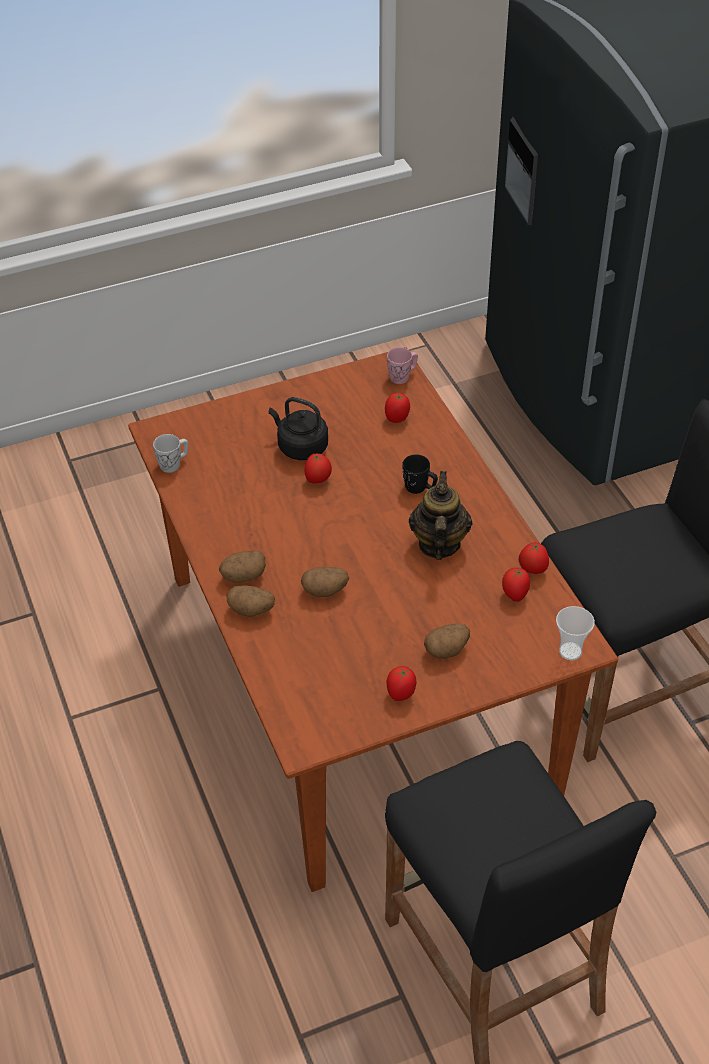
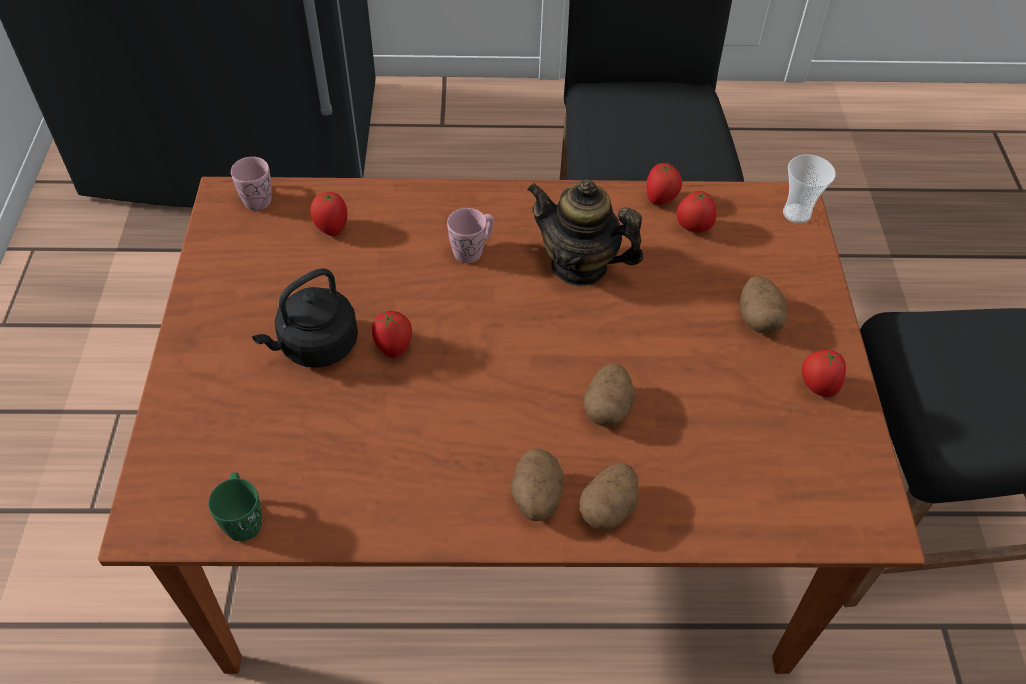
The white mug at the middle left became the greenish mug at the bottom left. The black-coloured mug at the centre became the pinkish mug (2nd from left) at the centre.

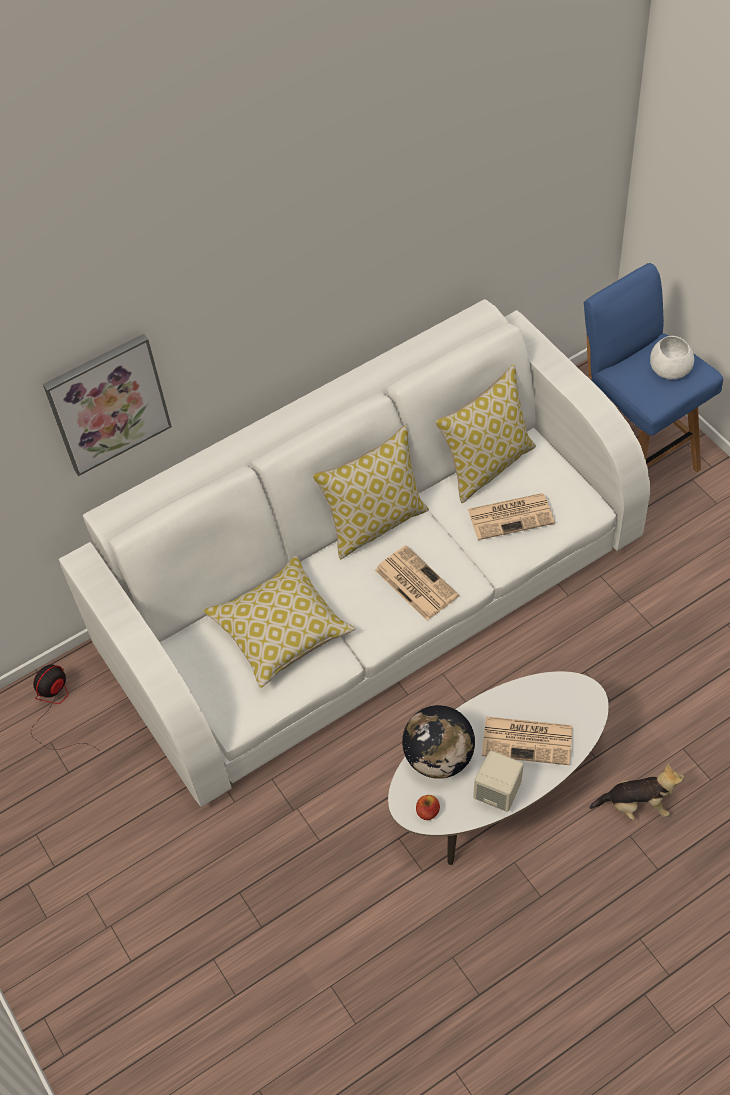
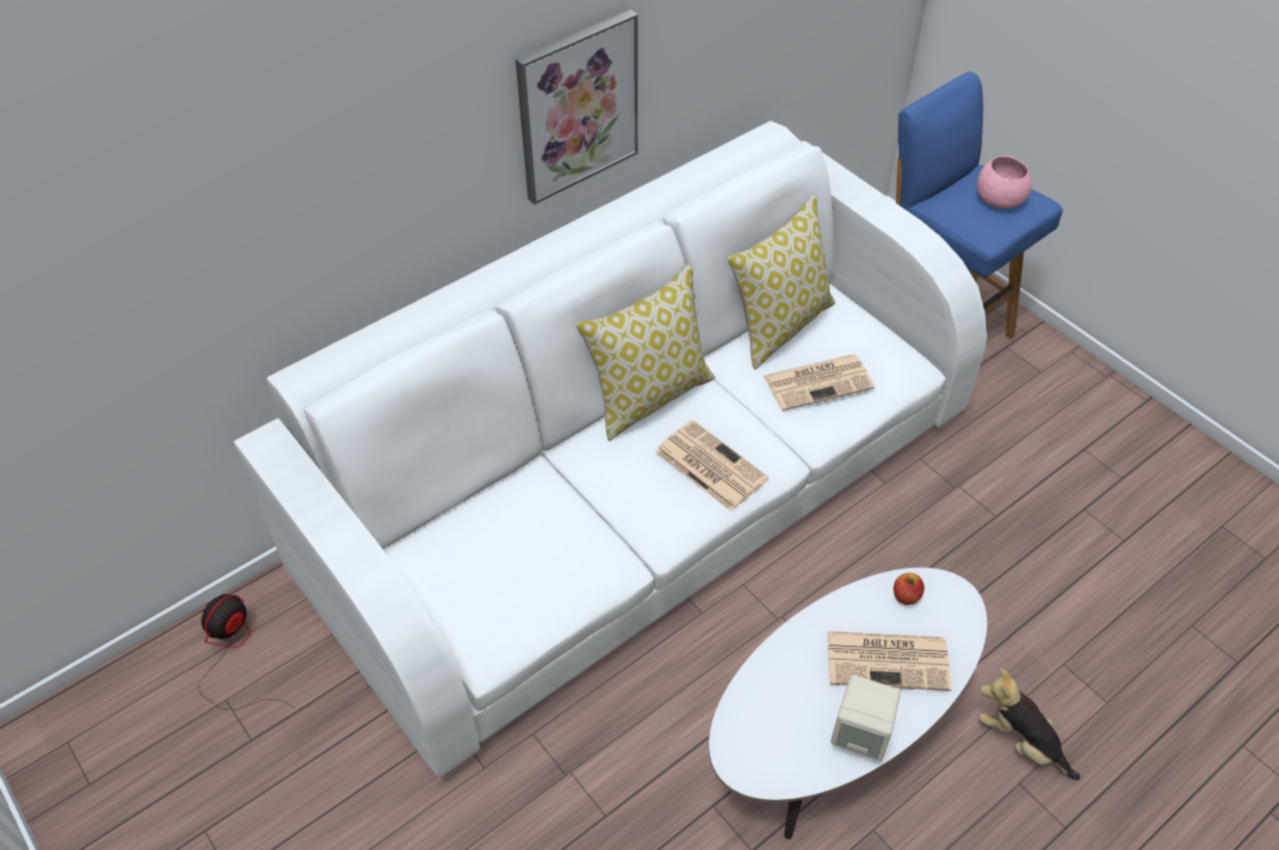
The throw pillow (1st from left) at the centre disappeared. The globe at the bottom centre disappeared. The picture moved from the middle left to the top centre. The apple fruit moved from the bottom centre to the bottom right. The white serving bowl at the top right became the pinkish serving bowl at the top right. The plush toy at the bottom right turned 135 degrees counterclockwise.

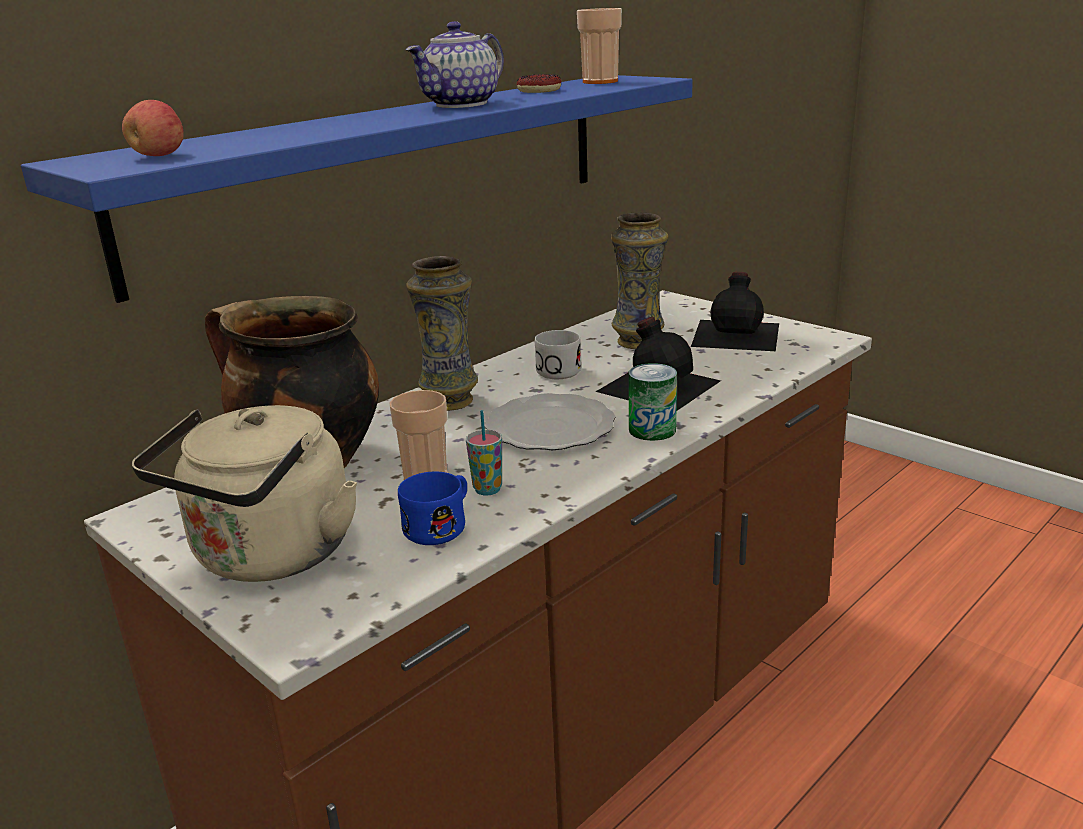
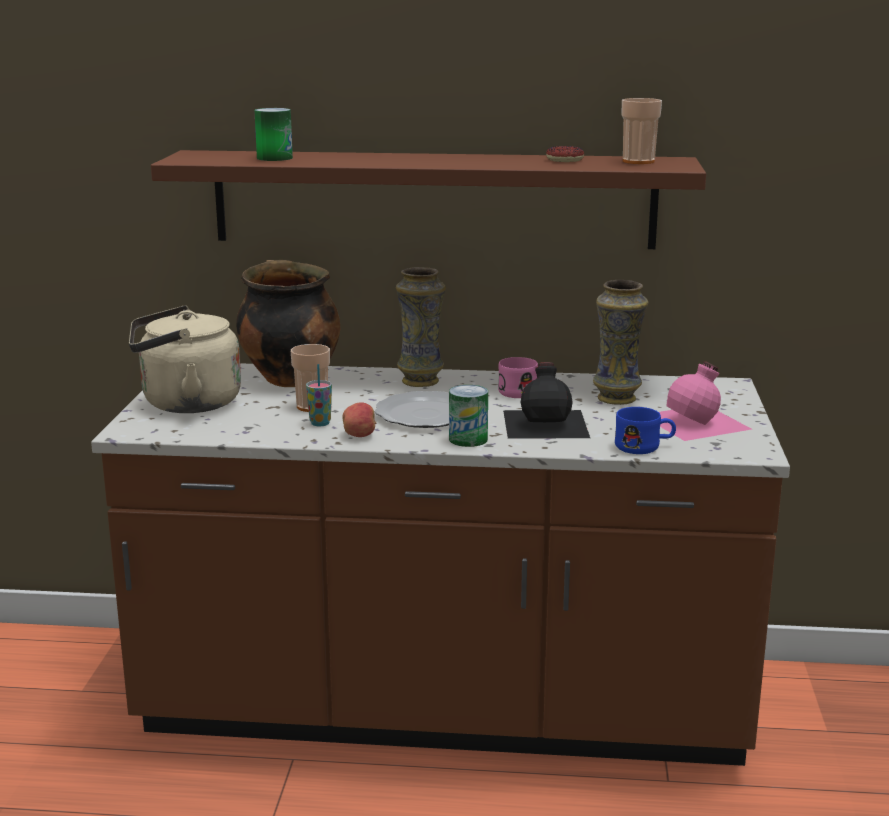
The teapot at the top centre disappeared. The can (1st from left) at the top left appeared. The apple fruit moved from the top left to the centre. The blue-coloured mug moved from the centre to the middle right. The blue-coloured shelf at the top left became the brownish shelf at the top centre. The white mug at the centre became the pinkish mug at the centre. The black-coloured beverage bottle (2nd from left) at the middle right became the pinkish beverage bottle at the middle right.

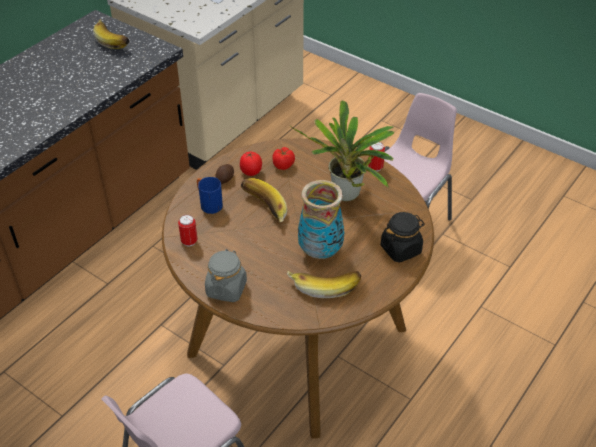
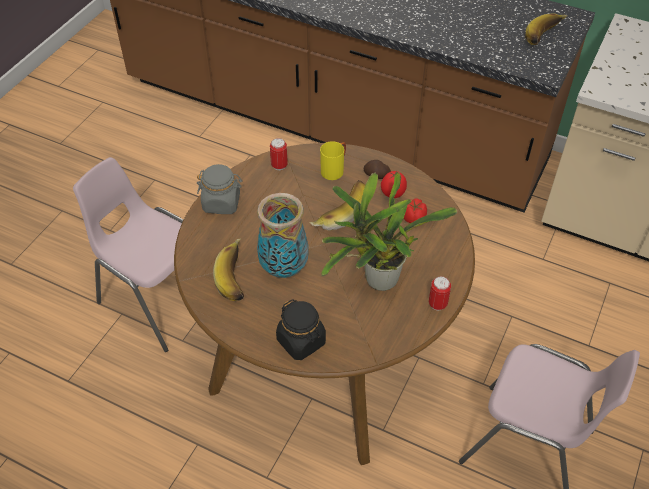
The blue-coloured mug at the centre became the yellow mug at the top centre.

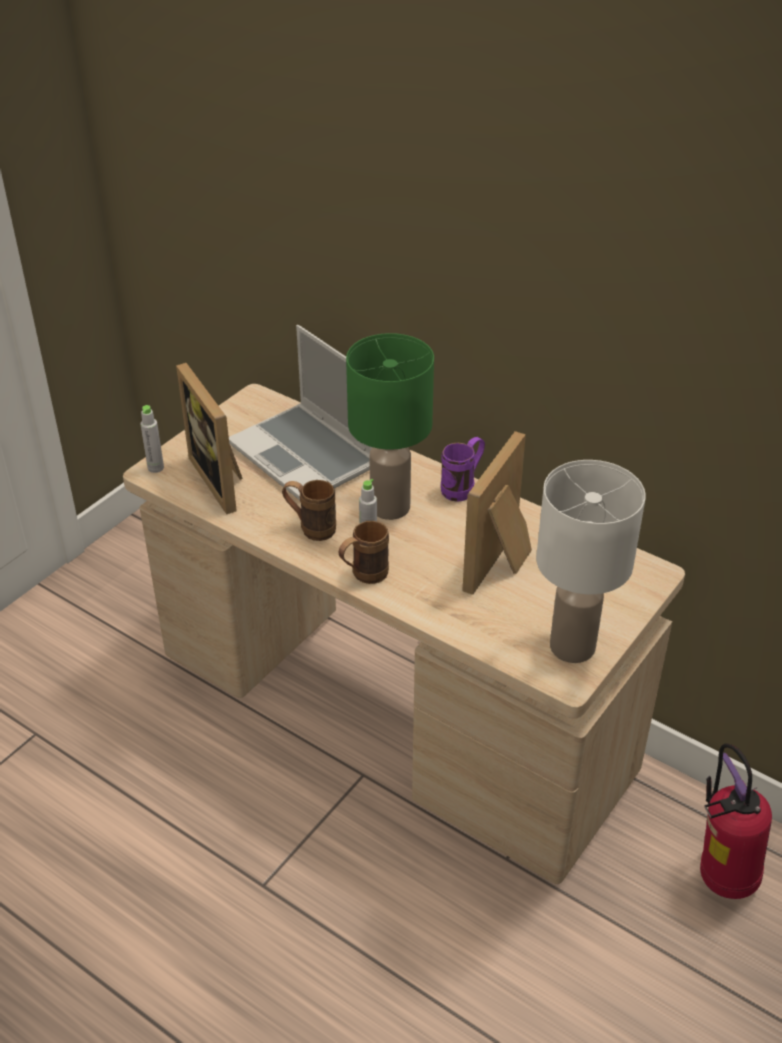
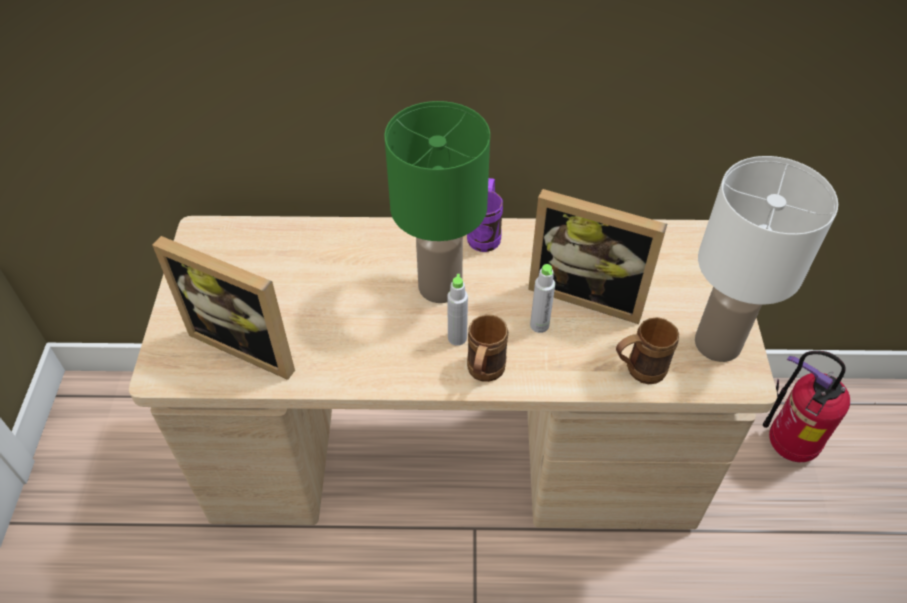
The laptop at the centre disappeared. The greyish beverage bottle (1st from left in the first image) moved from the middle left to the centre. The brownish mug (1st from left in the first image) moved from the centre to the middle right. The standing frame (2nd from left) at the centre turned 60 degrees counterclockwise.

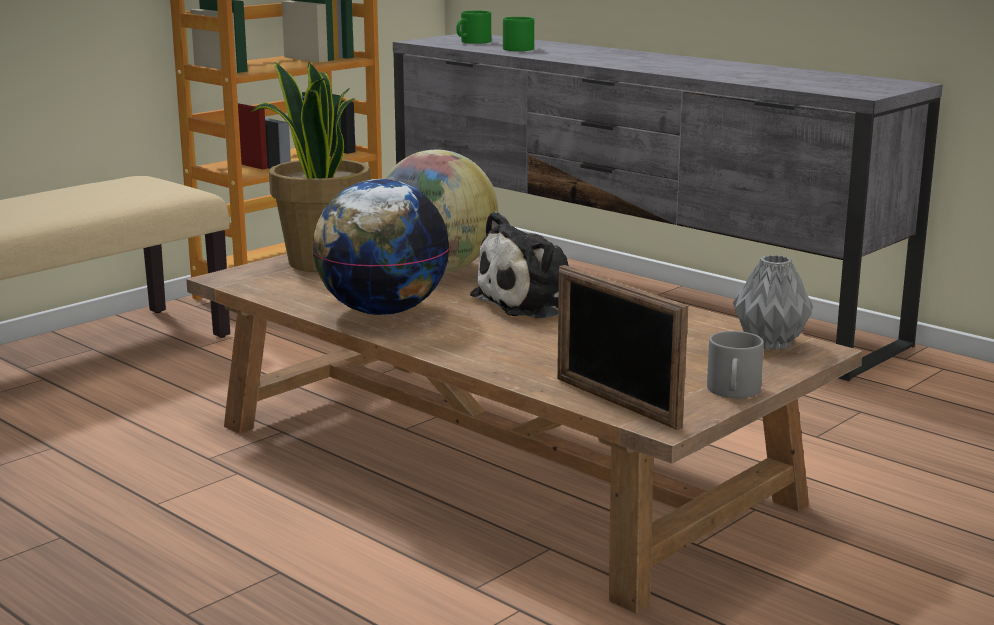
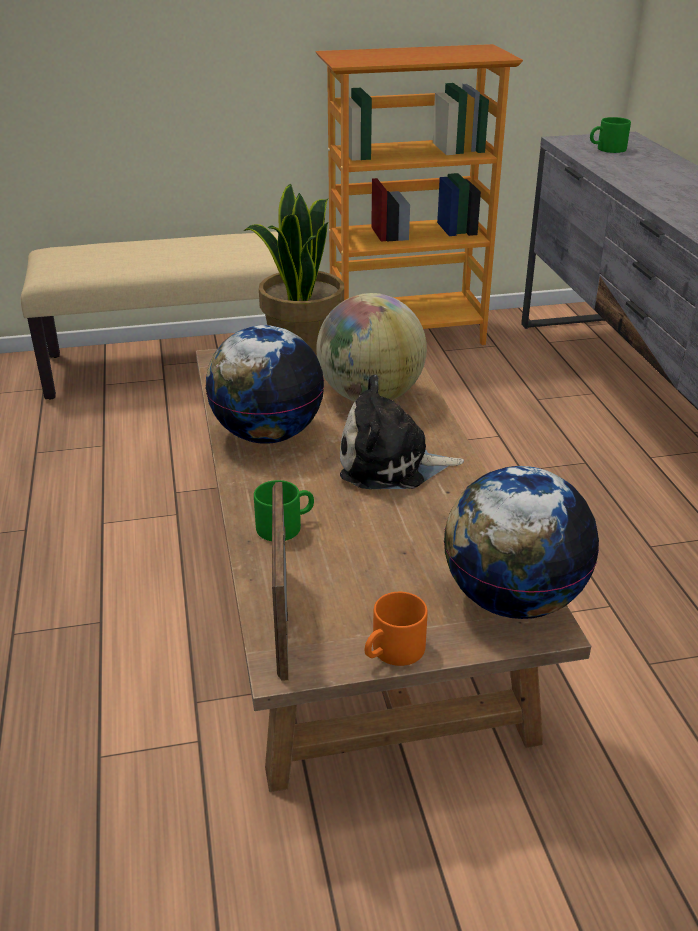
The greenish mug (2nd from left in the first image) moved from the top centre to the centre. The greyish vase at the middle right was replaced by the globe (3rd from left) at the middle right. The greyish mug at the middle right became the orange mug at the bottom centre.

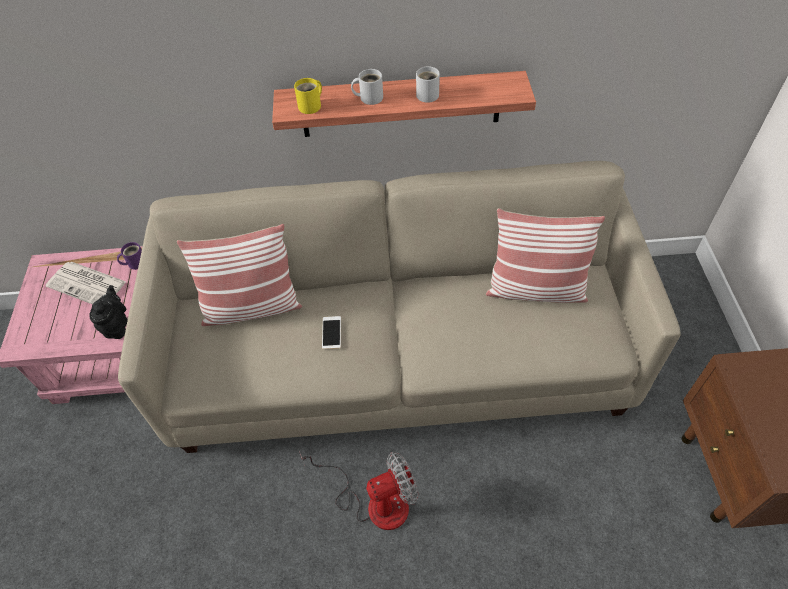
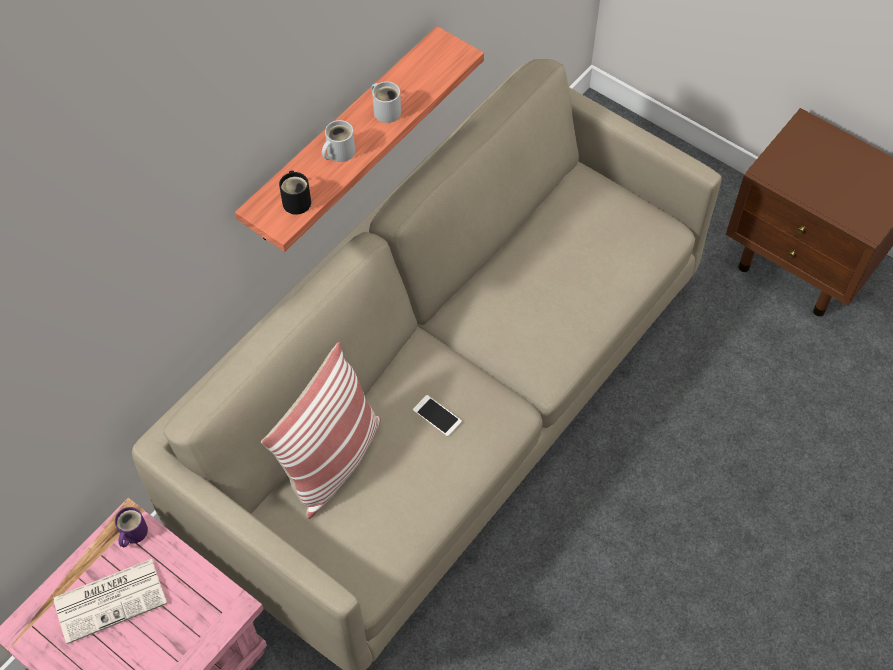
The black-coloured teapot at the middle left disappeared. The cooling fan at the bottom centre disappeared. The throw pillow (2nd from left) at the middle right disappeared. The yellow mug at the top centre became the black-coloured mug at the top left.

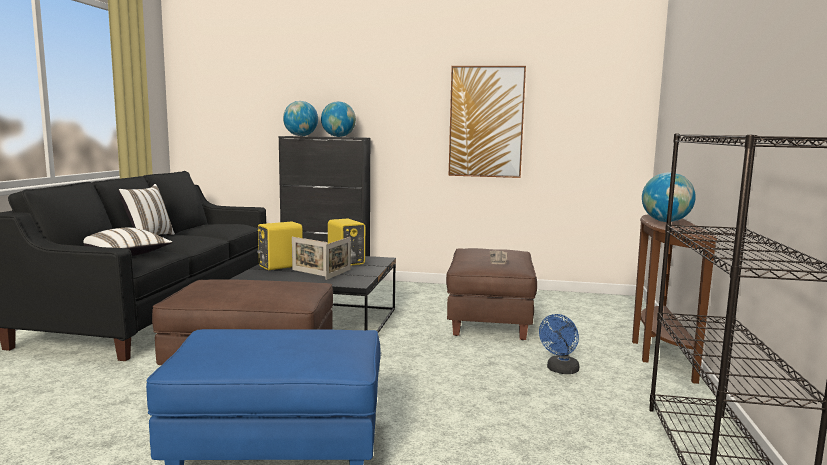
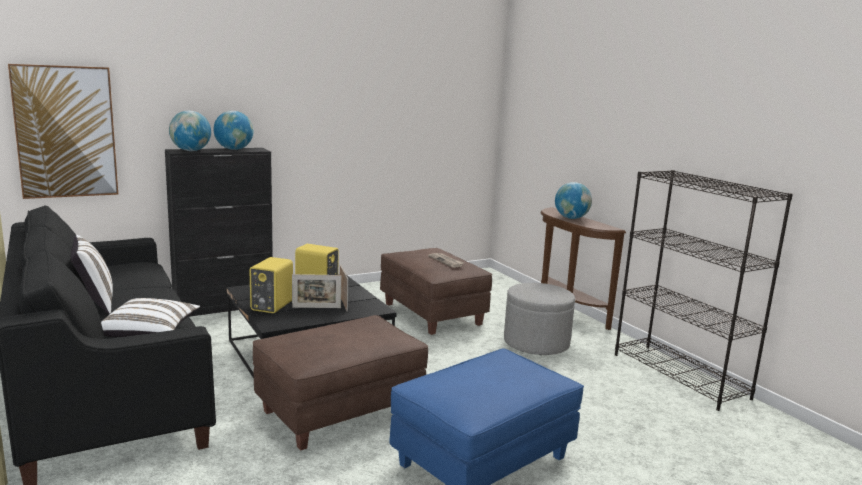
The picture moved from the top centre to the top left. The blue-coloured cooling fan at the bottom right was replaced by the greyish pouffe at the centre.

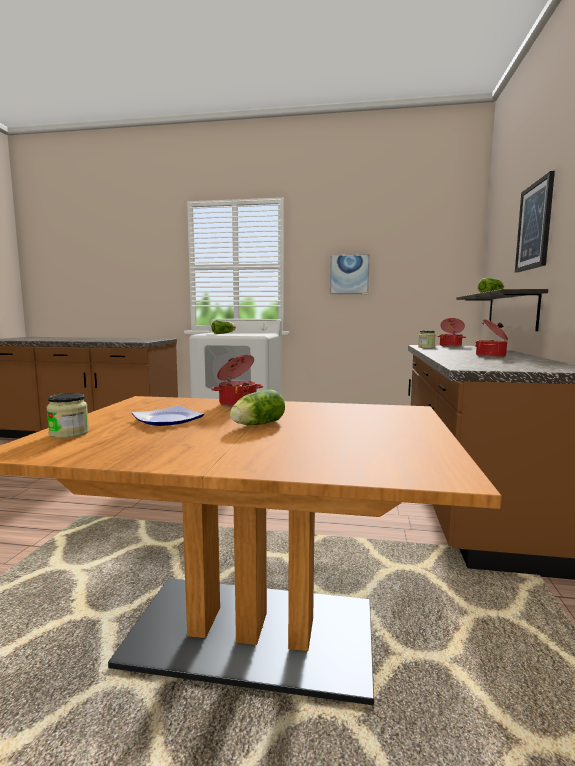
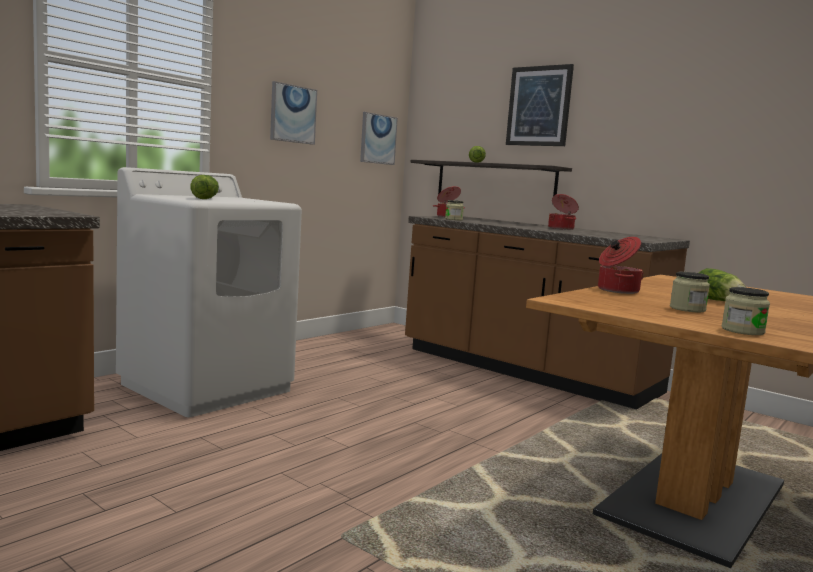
The picture (2nd from left) at the top centre appeared. The plate at the middle left was replaced by the preserve jar (2nd from left) at the middle right.

